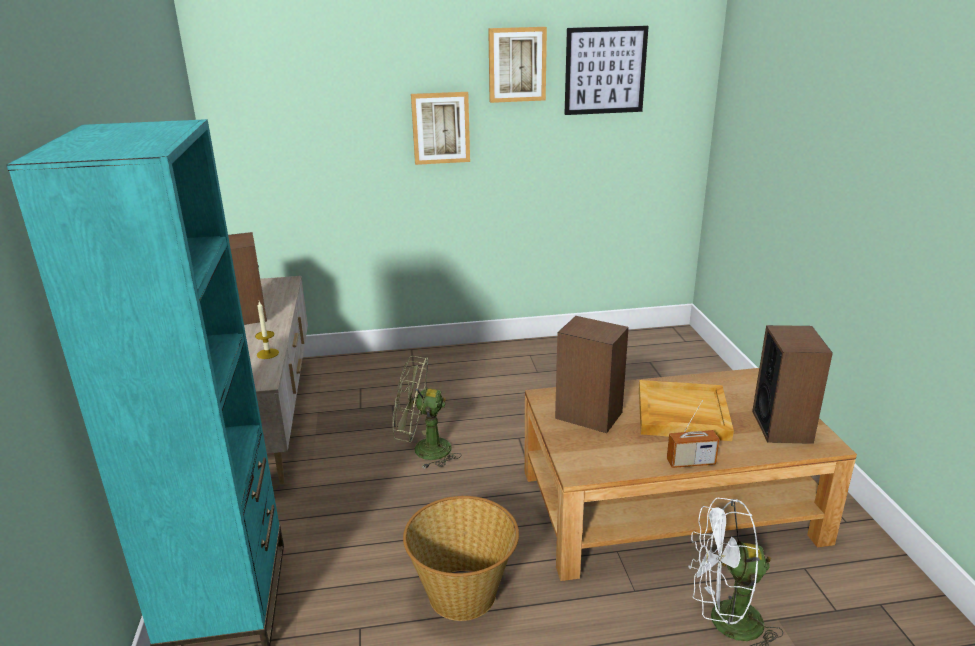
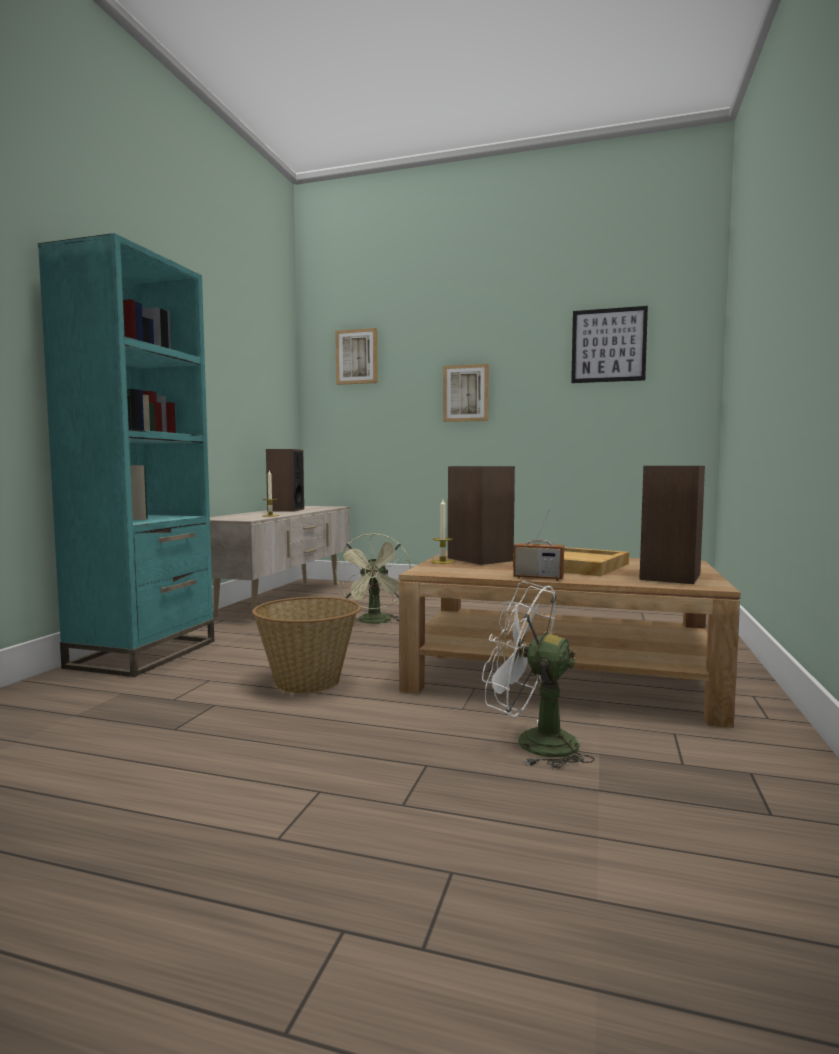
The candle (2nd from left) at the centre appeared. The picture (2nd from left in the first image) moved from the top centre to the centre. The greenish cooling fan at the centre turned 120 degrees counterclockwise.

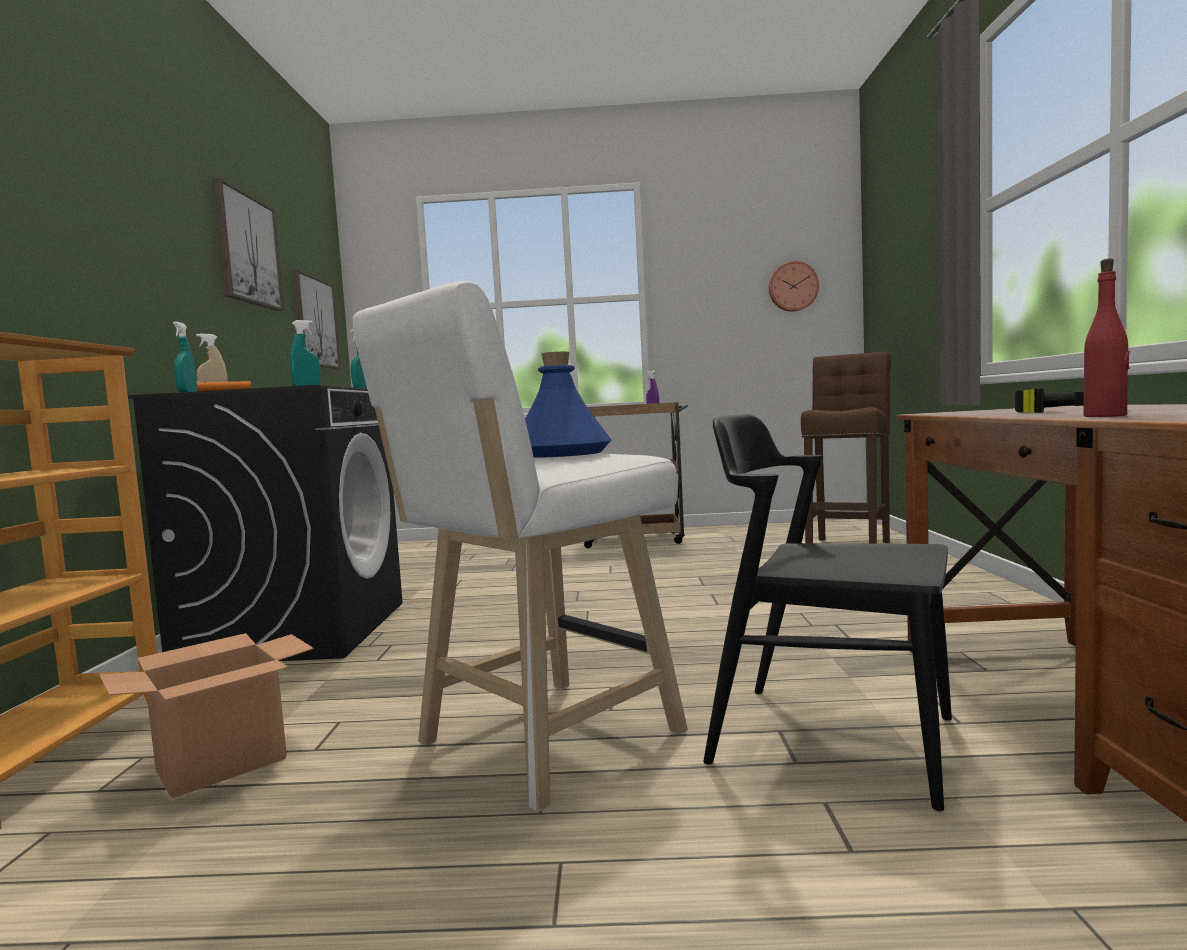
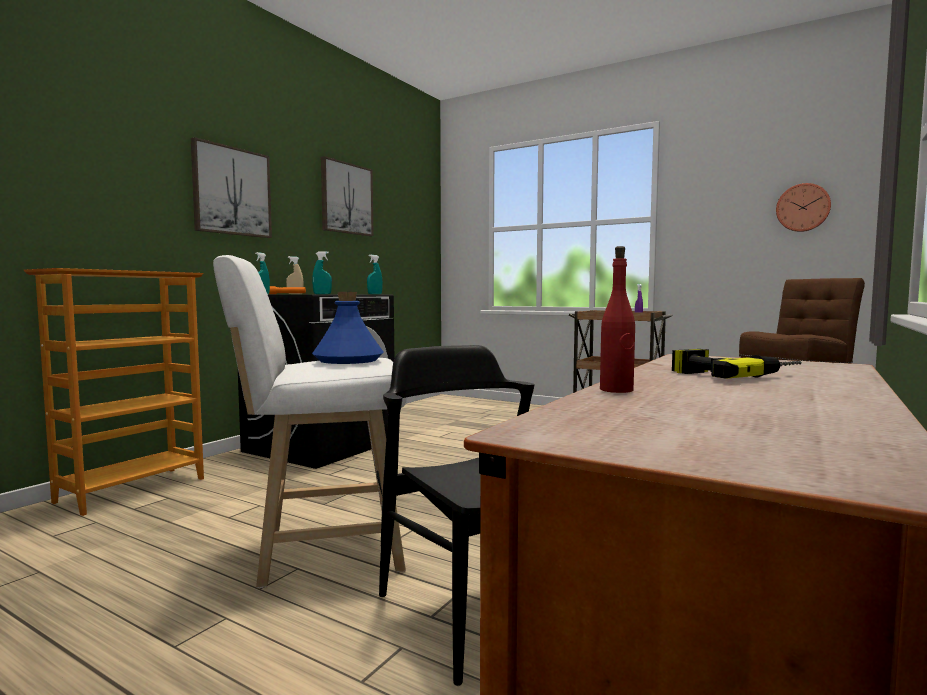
The cardboard box at the bottom left disappeared. The picture (2nd from left in the first image) moved from the middle left to the top left.

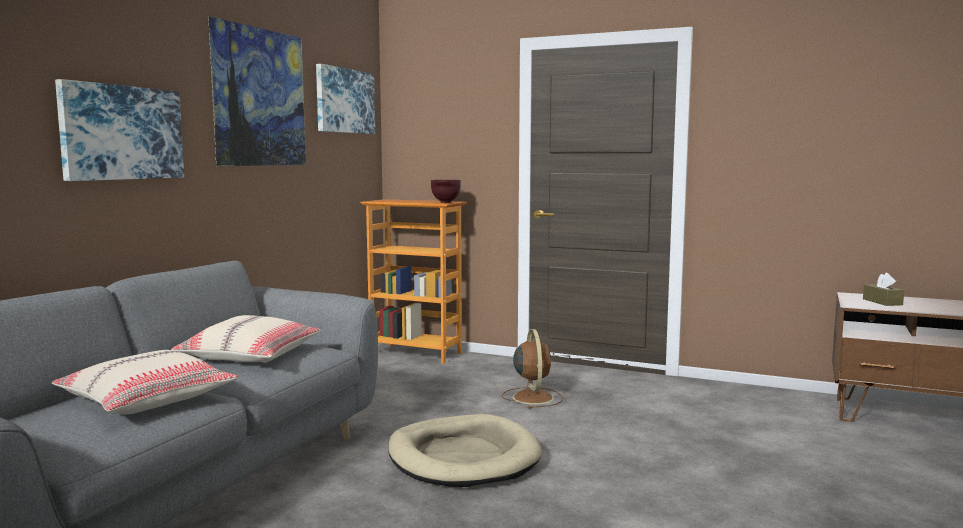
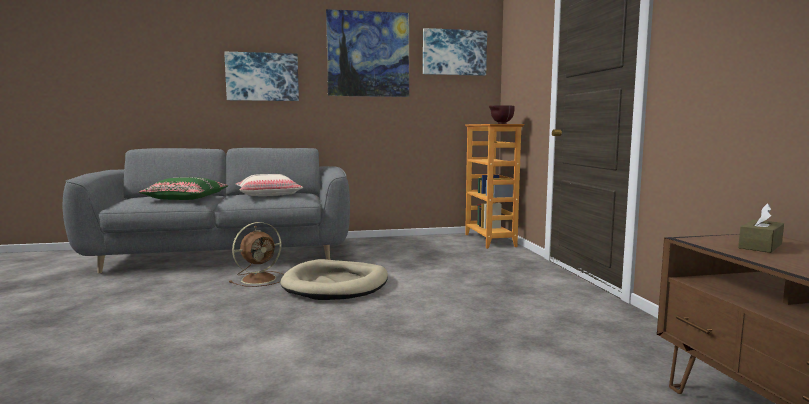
The brownish cooling fan moved from the bottom centre to the middle left. The sand-coloured throw pillow (1st from left) at the bottom left became the greenish throw pillow at the middle left.

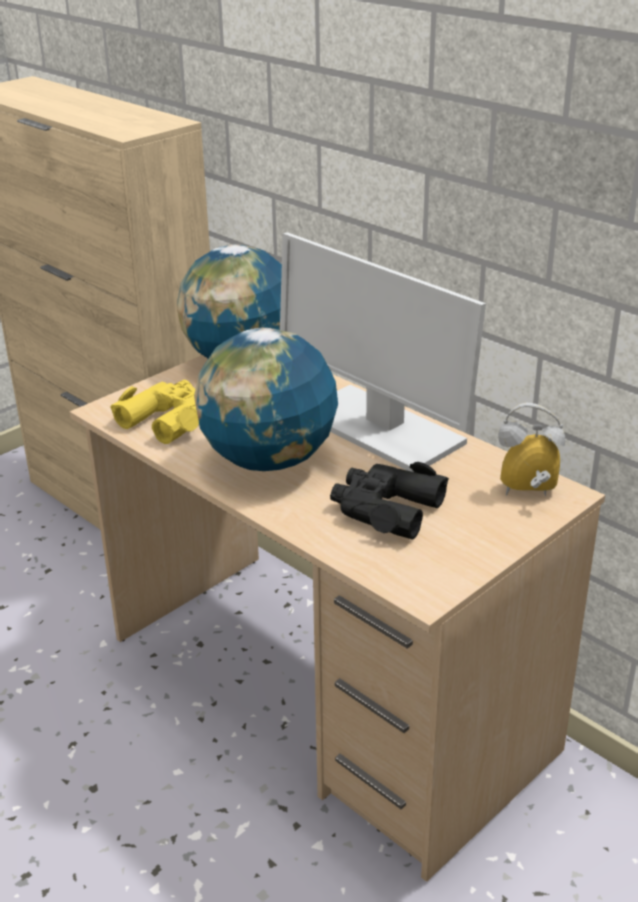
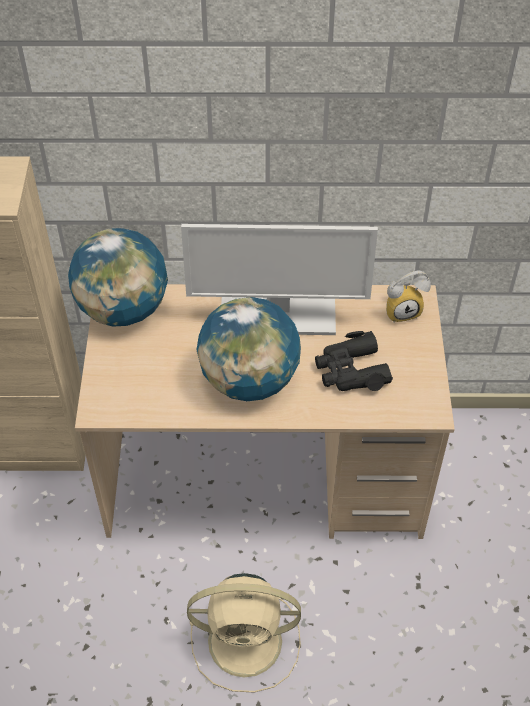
The yellow pair of binoculars at the middle left disappeared. The sand-coloured cooling fan at the bottom centre appeared. The alarm clock at the middle right turned 150 degrees counterclockwise.

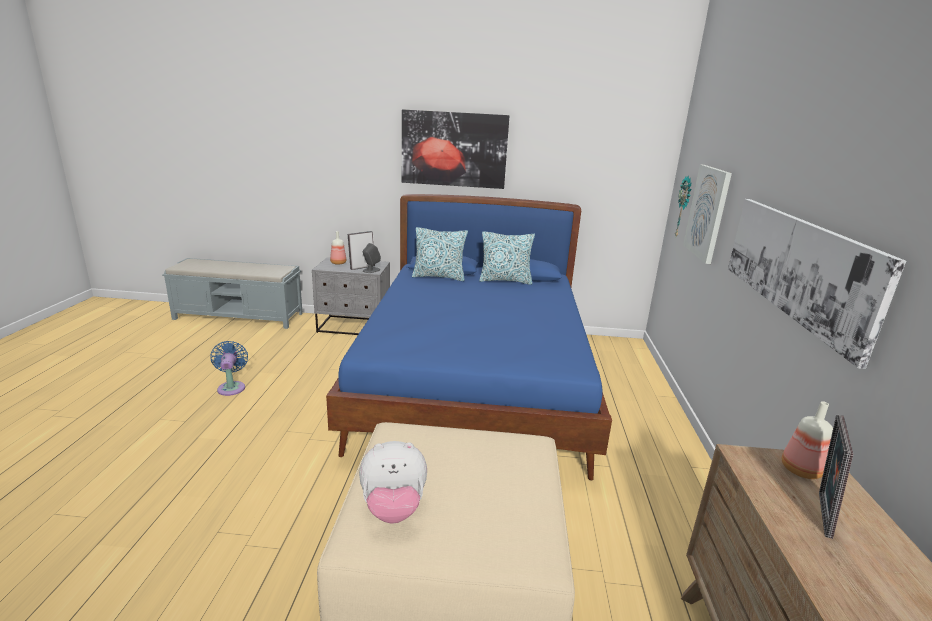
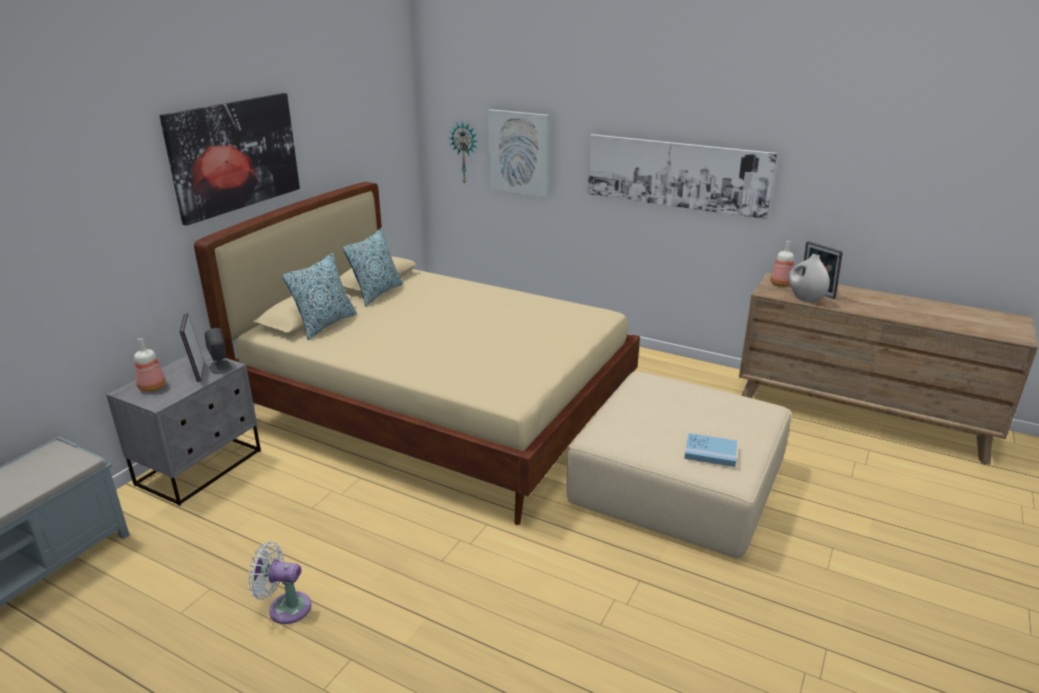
The white vase at the middle right appeared. The plush toy at the bottom centre was replaced by the blue-coloured volume at the middle right. The blue-coloured cooling fan at the middle left became the white cooling fan at the bottom left. The blue-coloured bed at the centre became the sand-coloured bed at the centre.

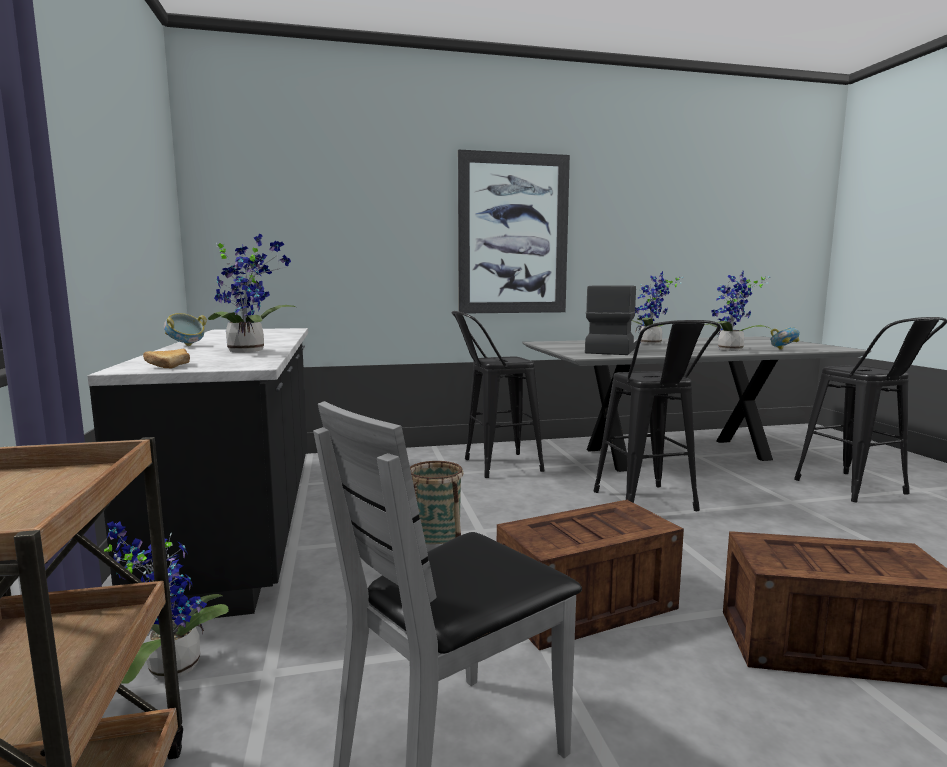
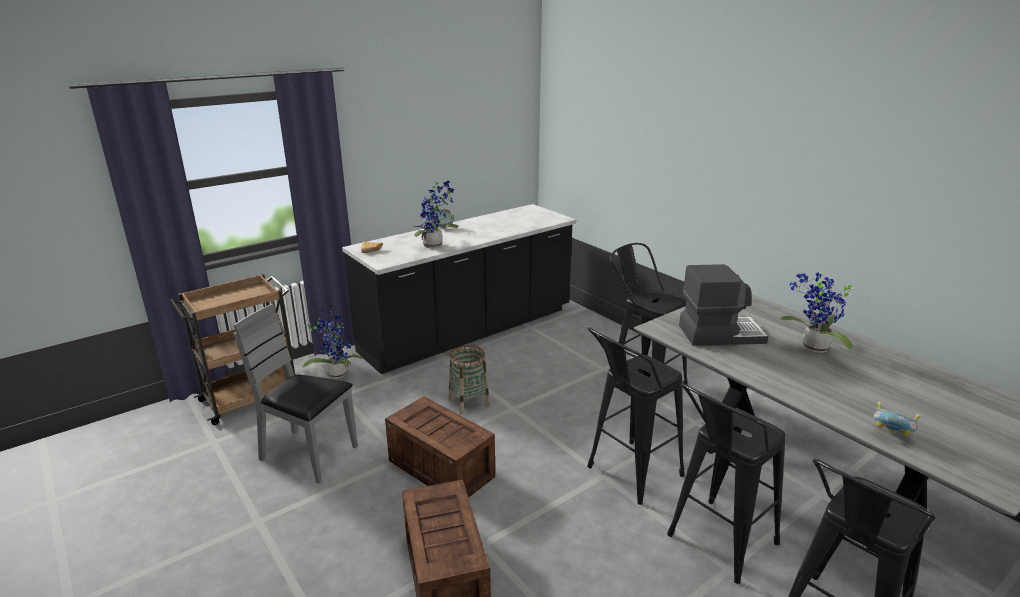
The picture at the top centre disappeared. The potted plant (4th from left) at the middle right disappeared. The black-coloured sitting stool (3rd from left) at the bottom right appeared.

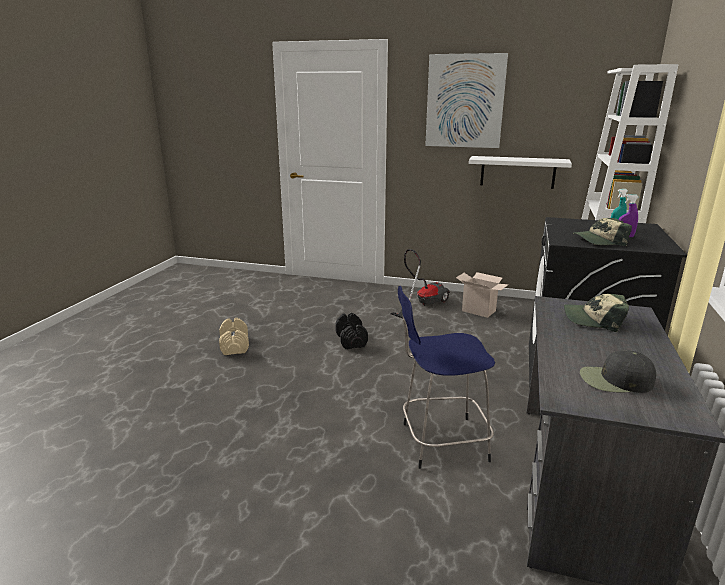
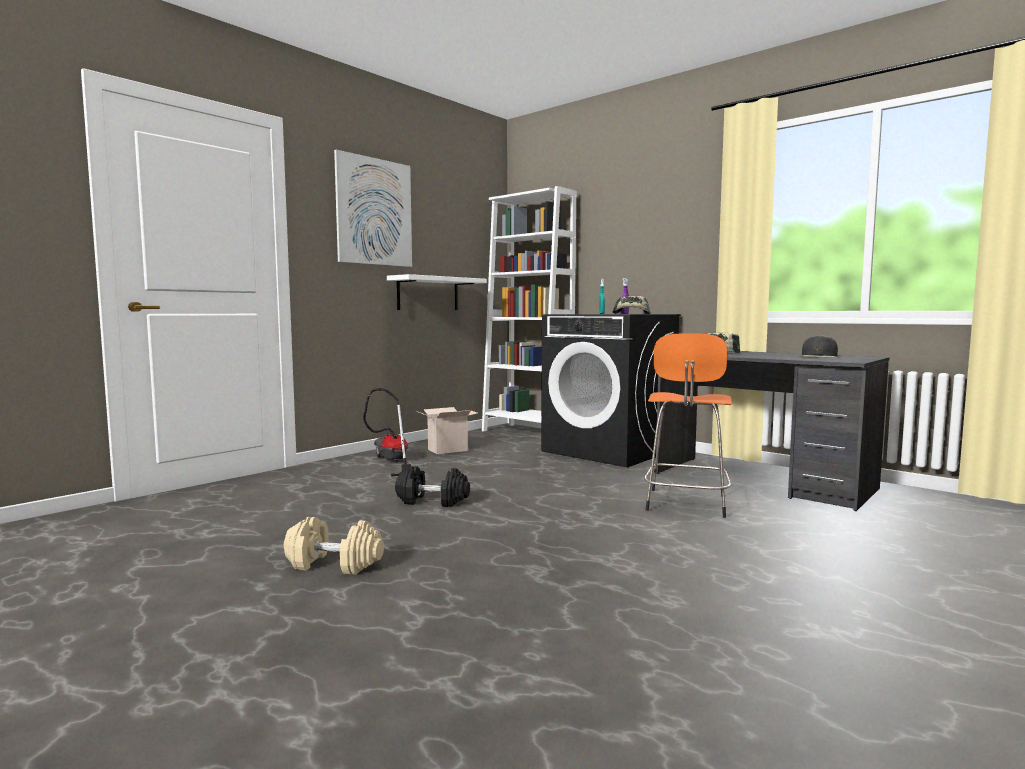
The blue-coloured sitting stool at the centre became the orange sitting stool at the middle right.

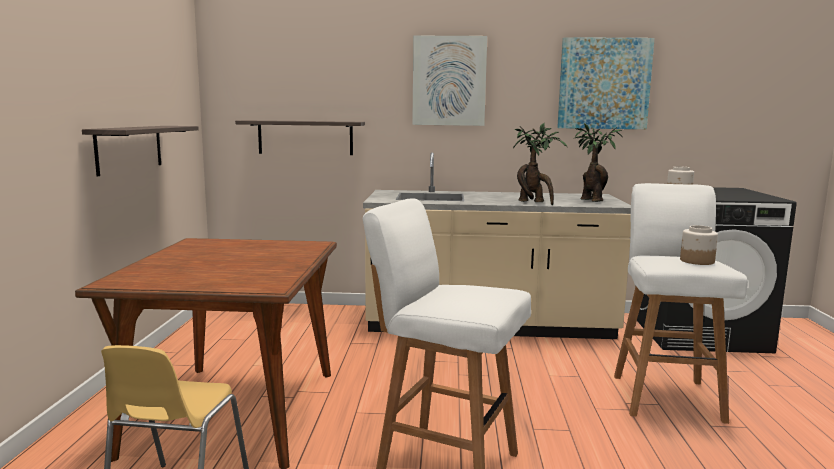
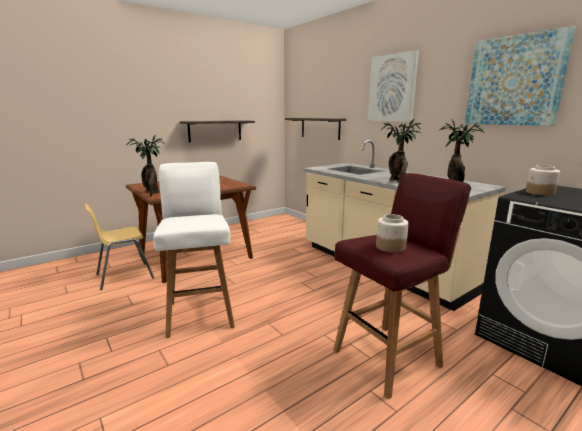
The potted plant (1st from left) at the middle left appeared. The white sitting stool (2nd from left) at the middle right became the reddish sitting stool at the middle right.

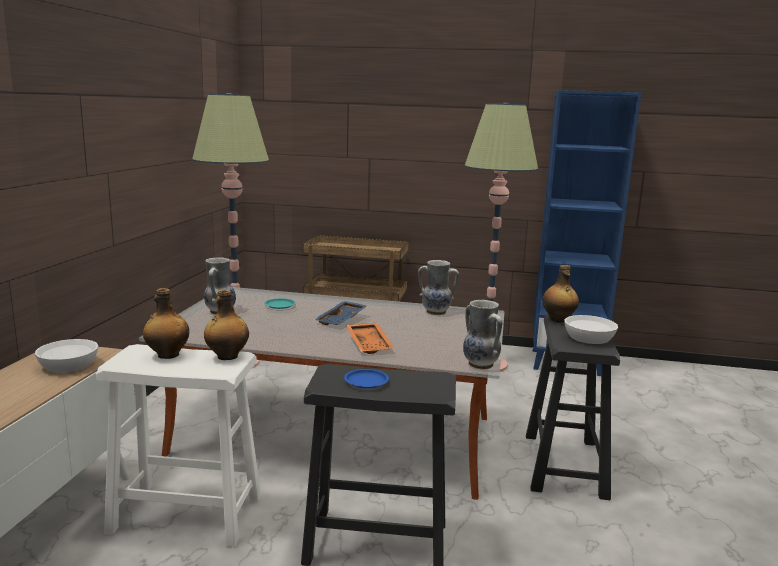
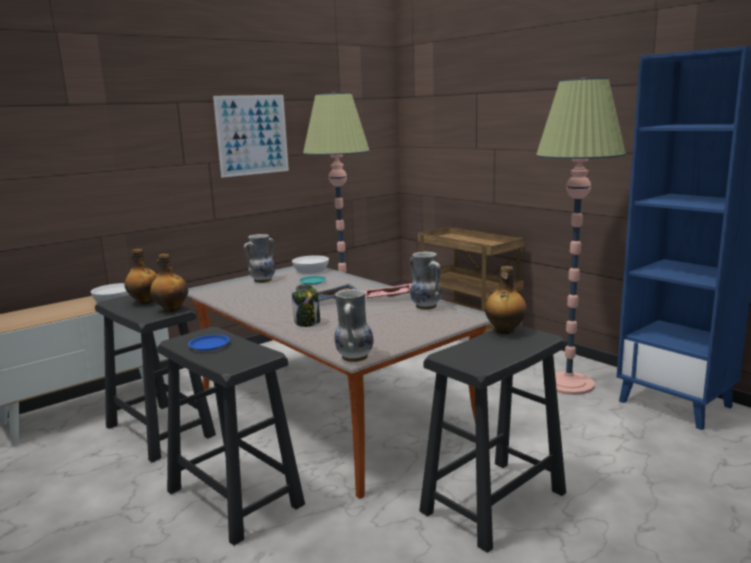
The picture at the top centre appeared. The pinkish carrying tray at the centre appeared. The white serving bowl (2nd from left) moved from the middle right to the centre. The orange carrying tray at the centre was replaced by the preserve jar at the centre. The white sitting stool at the bottom left became the black-coloured sitting stool (1st from left) at the bottom left.

